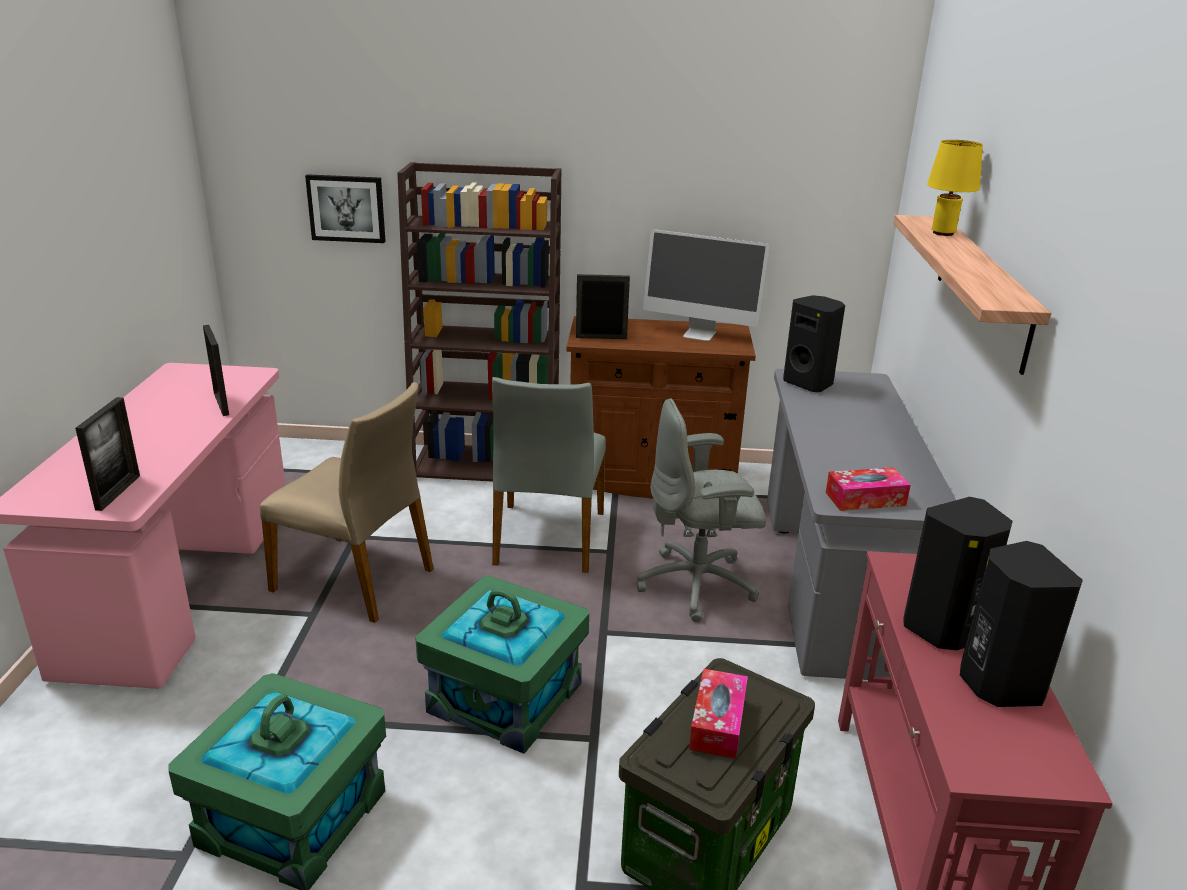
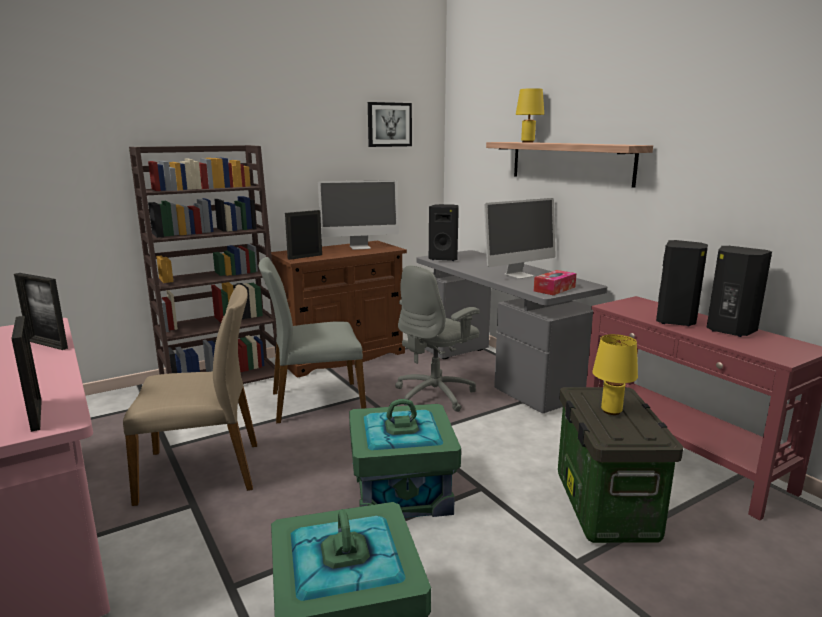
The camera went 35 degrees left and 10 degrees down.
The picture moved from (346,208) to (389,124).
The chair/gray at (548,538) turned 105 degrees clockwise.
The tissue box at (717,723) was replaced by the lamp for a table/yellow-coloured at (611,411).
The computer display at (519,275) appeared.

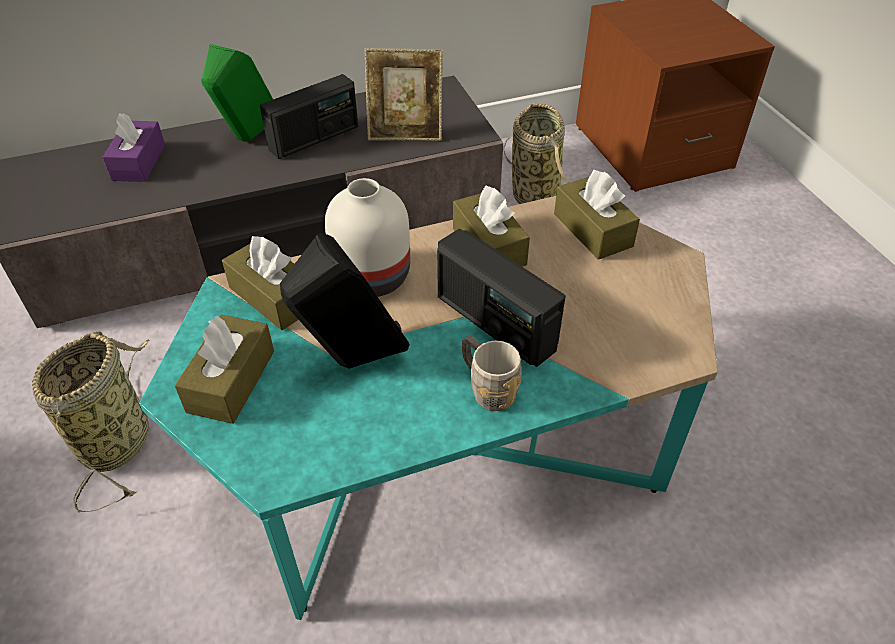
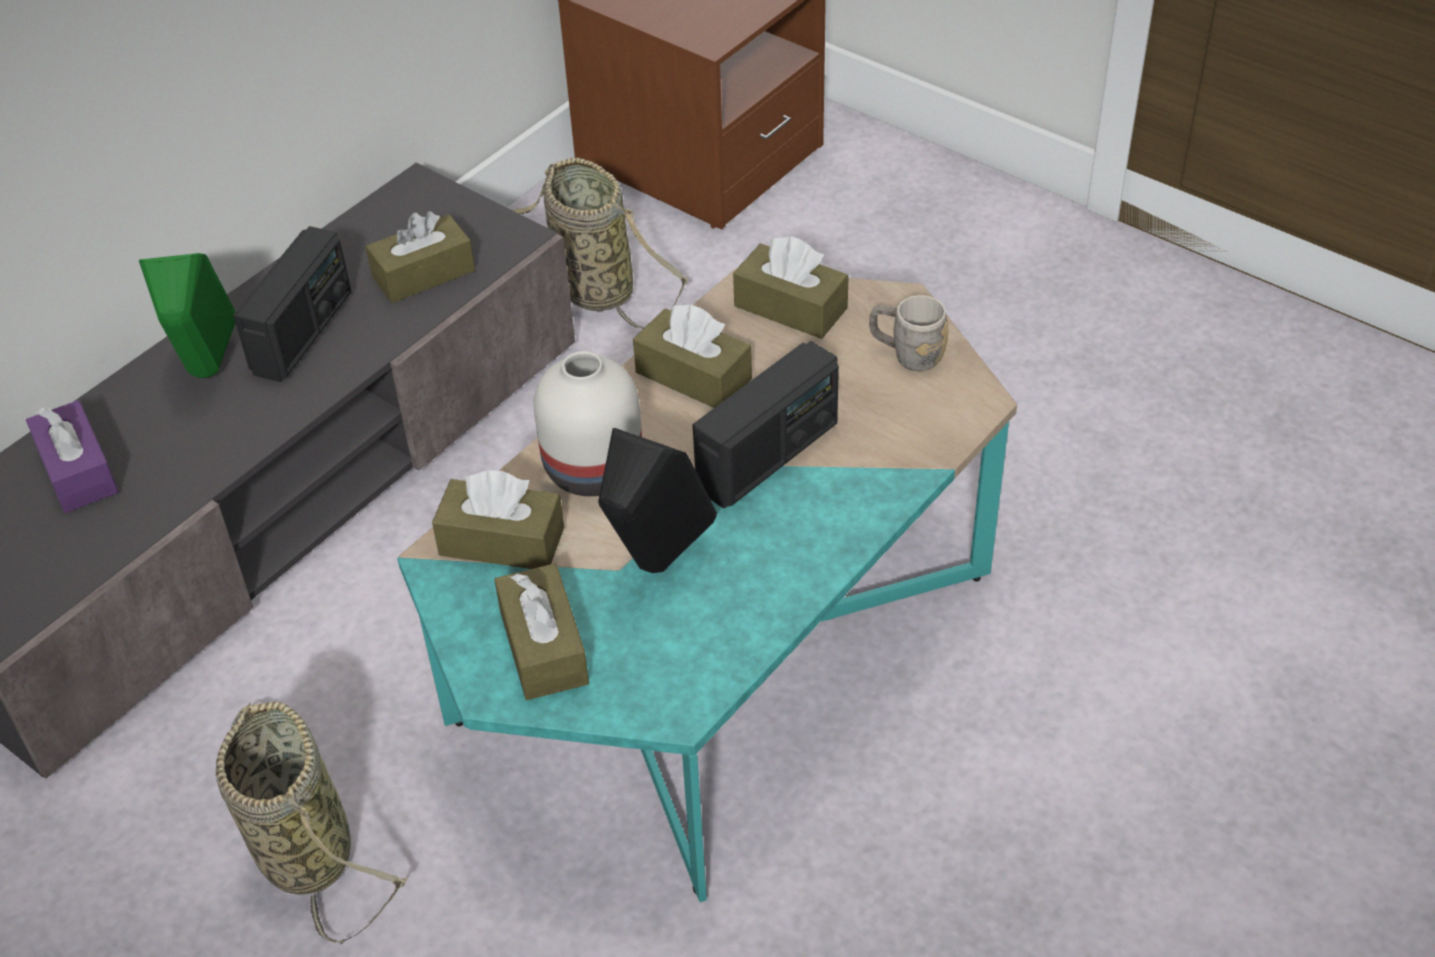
The camera went 30 degrees left and 0 degrees up.
The standing frame at (405,133) was replaced by the tissue box/brown-coloured at (423,274).
The radio at (495,323) turned 60 degrees counterclockwise.
The mug/gray moved from (487,389) to (907,355).

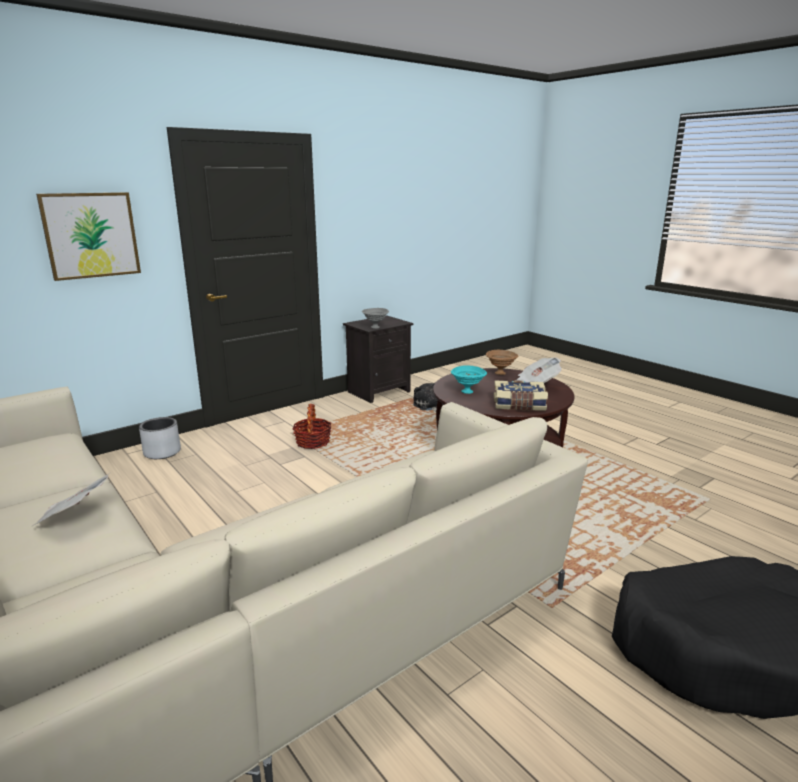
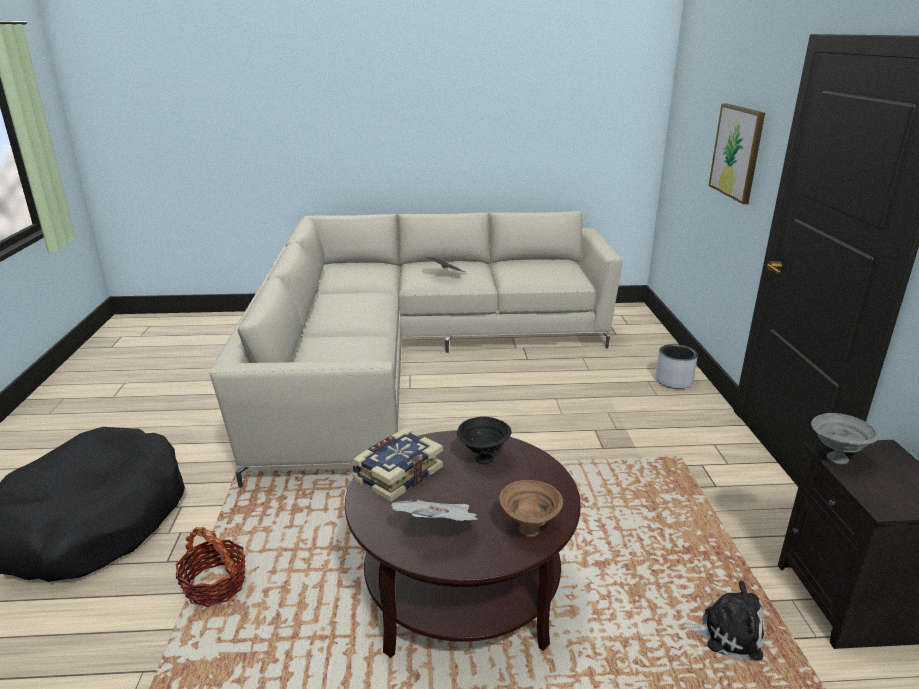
The camera went 125 degrees right and 5 degrees up.
The deep dish/blue-green at (468,392) became the deep dish/black at (483,460).
The storage basket moved from (313,442) to (215,585).

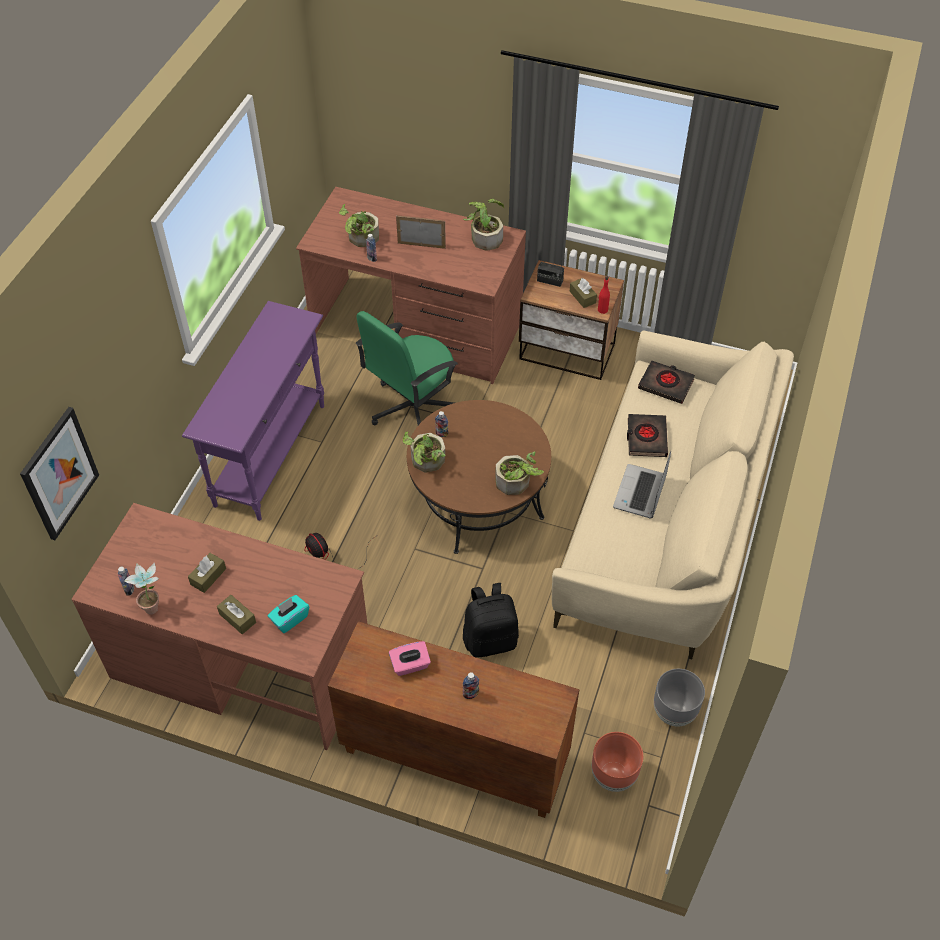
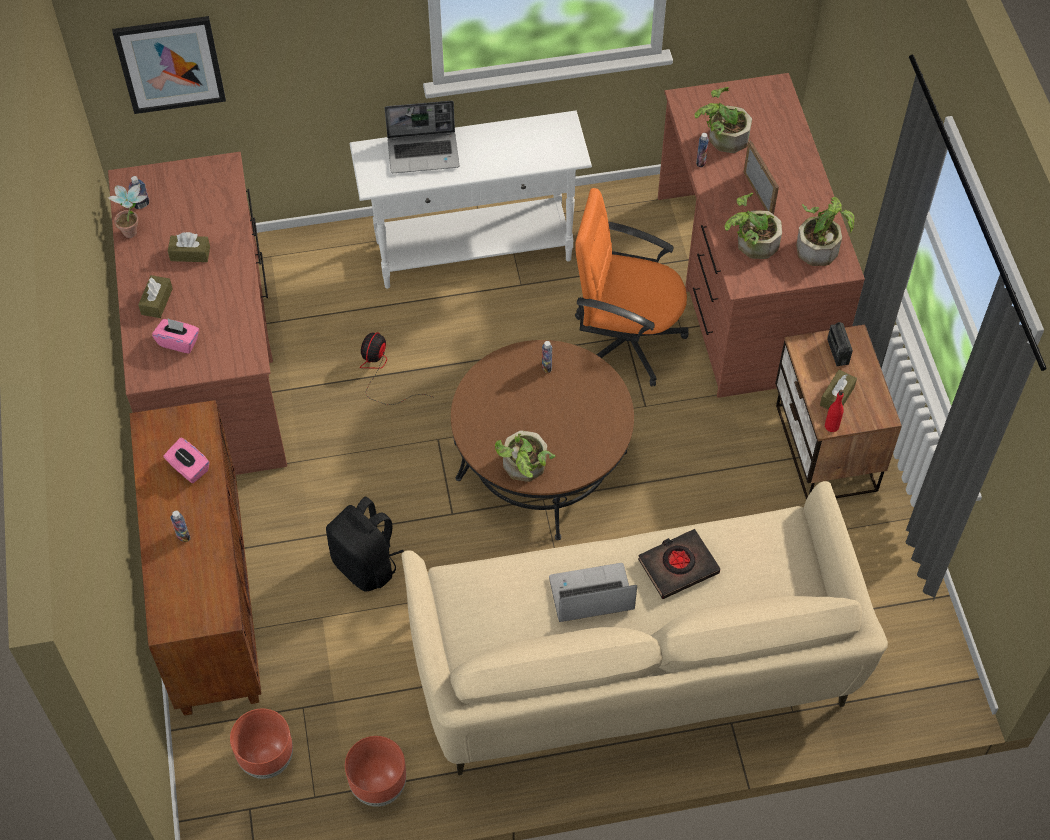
The camera went 60 degrees right and 5 degrees up.
The hall table/purple at (271,454) became the hall table/white at (474,251).
The desk chair/greenish at (412,408) became the desk chair/orange at (625,340).
The volume/black at (666,384) disappeared.
The potted plant moved from (425,463) to (751,243).
The tissue box/blue-green at (290,619) became the tissue box/pinkish at (178,342).
The plant pot/gray at (674,712) became the plant pot/brown-coloured at (378,786).
The notebook computer at (424,153) appeared.

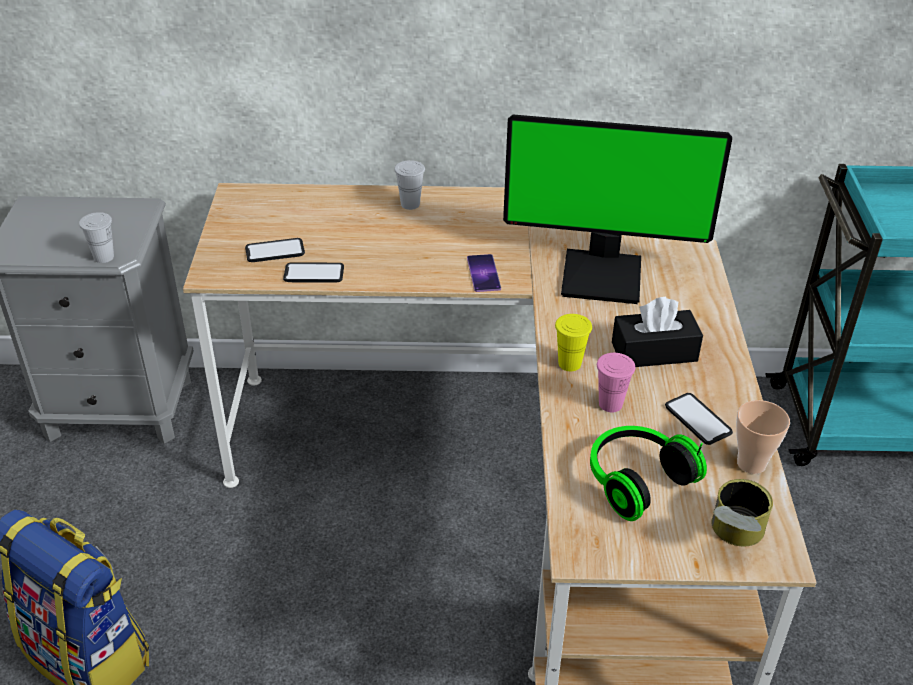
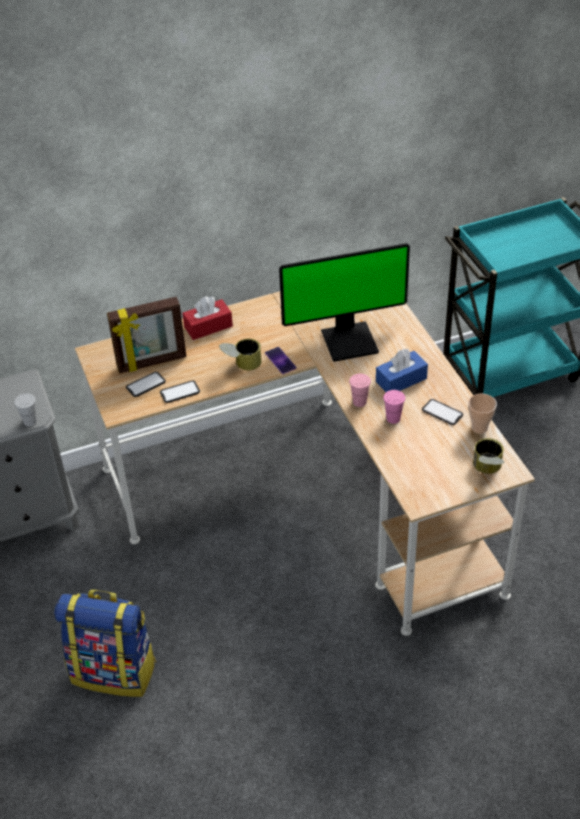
The camera went 20 degrees left and 5 degrees up.
The drinking cup/white at (410,204) was replaced by the tissue box/red-coloured at (208,326).
The tissue box/black at (654,352) became the tissue box/bluish at (401,380).
The drinking cup/yellow-coloured at (569,363) became the drinking cup/pinkish at (359,402).
The headset at (635,480) disappeared.
The standing frame at (152,363) appeared.
The metal can at (241,364) appeared.

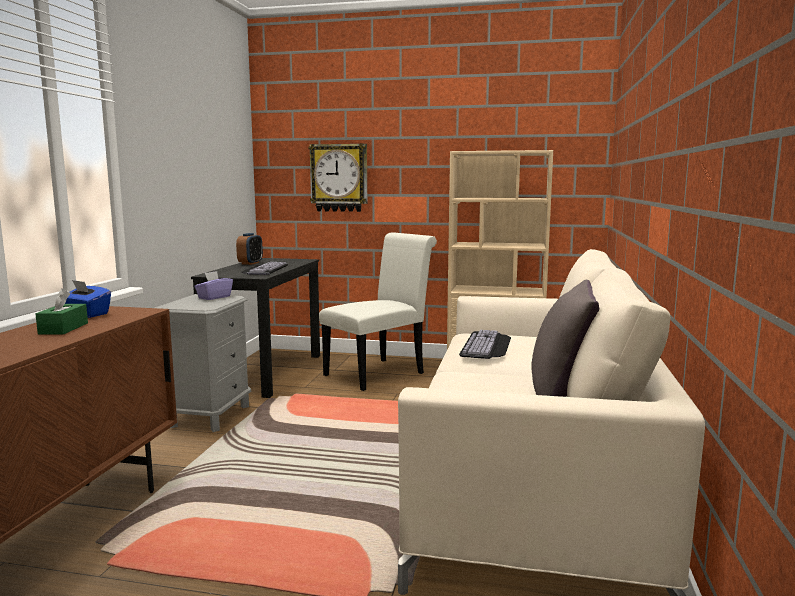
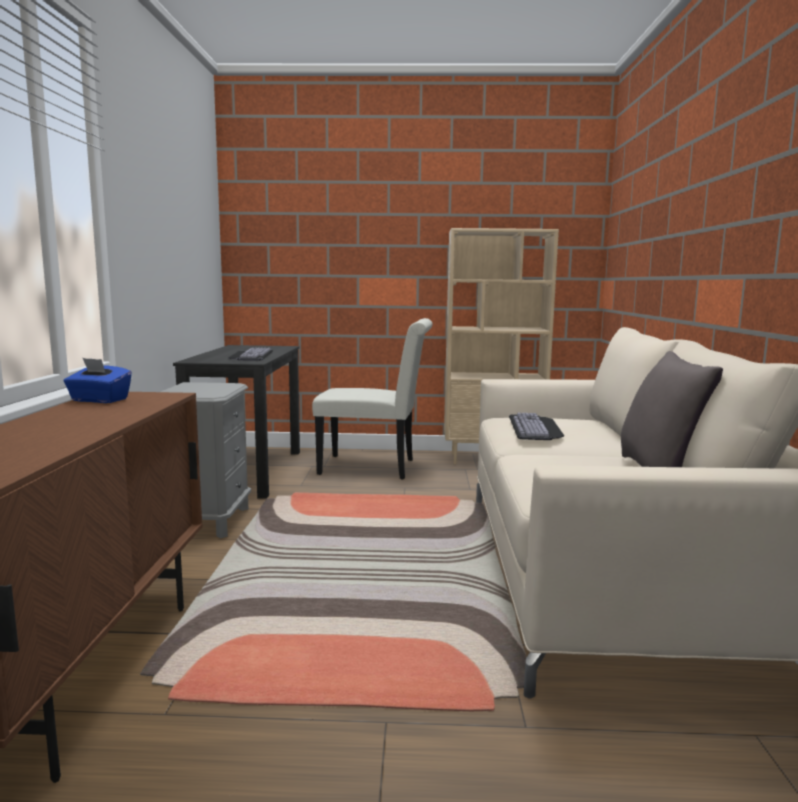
The camera went 10 degrees left and 0 degrees up.
The clock on the wall at (339,178) disappeared.
The chair/white at (379,373) turned 60 degrees clockwise.
The table clock at (250,263) disappeared.
The tissue box/purple at (214,297) disappeared.
The tissue box/greenish at (63,328) disappeared.

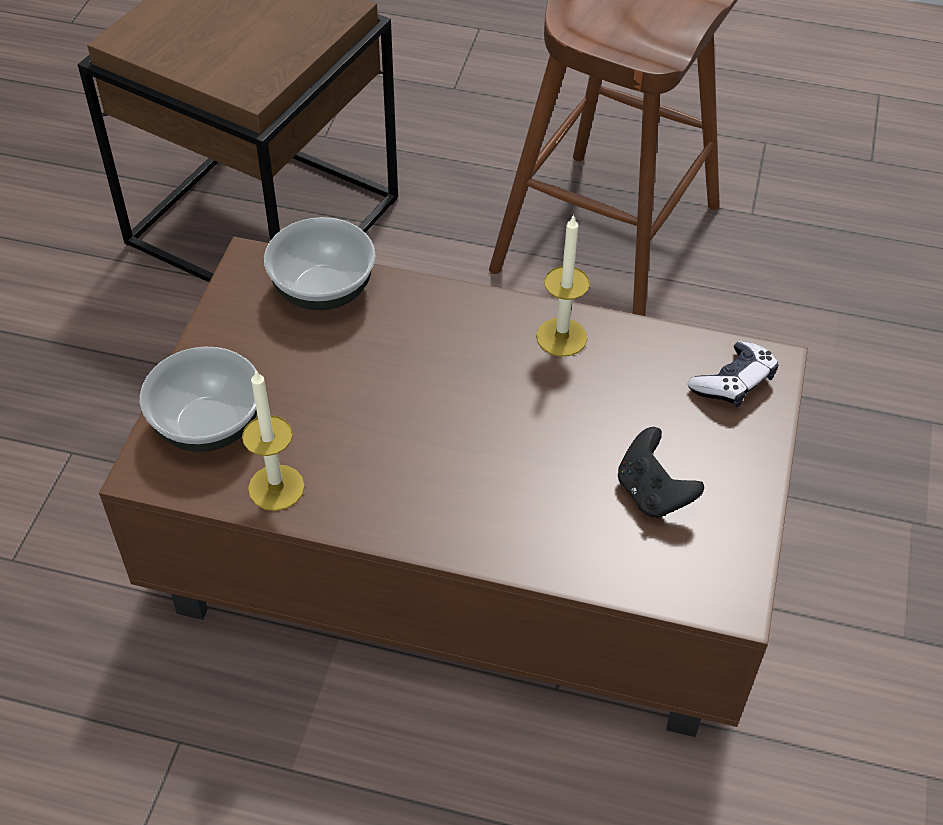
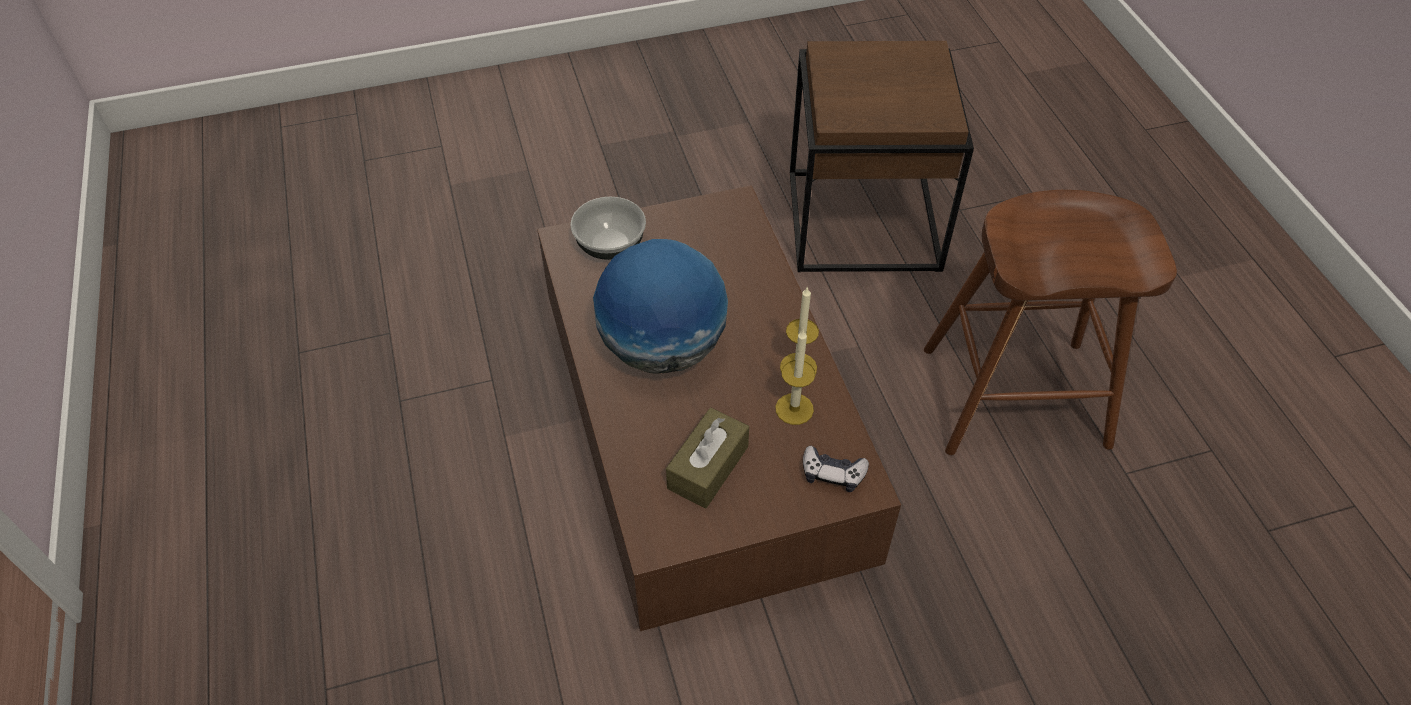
The camera went 60 degrees right and 0 degrees up.
The deep dish at (322,289) disappeared.
The wax candle moved from (276,487) to (794,409).
The joypad/black at (652,493) was replaced by the tissue box/brown-coloured at (708,467).
The world globe at (663,348) appeared.

